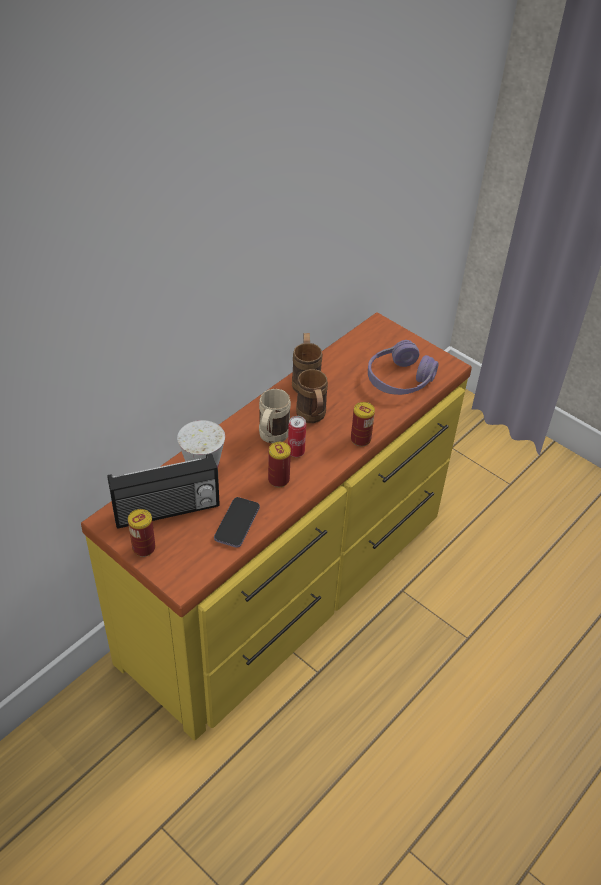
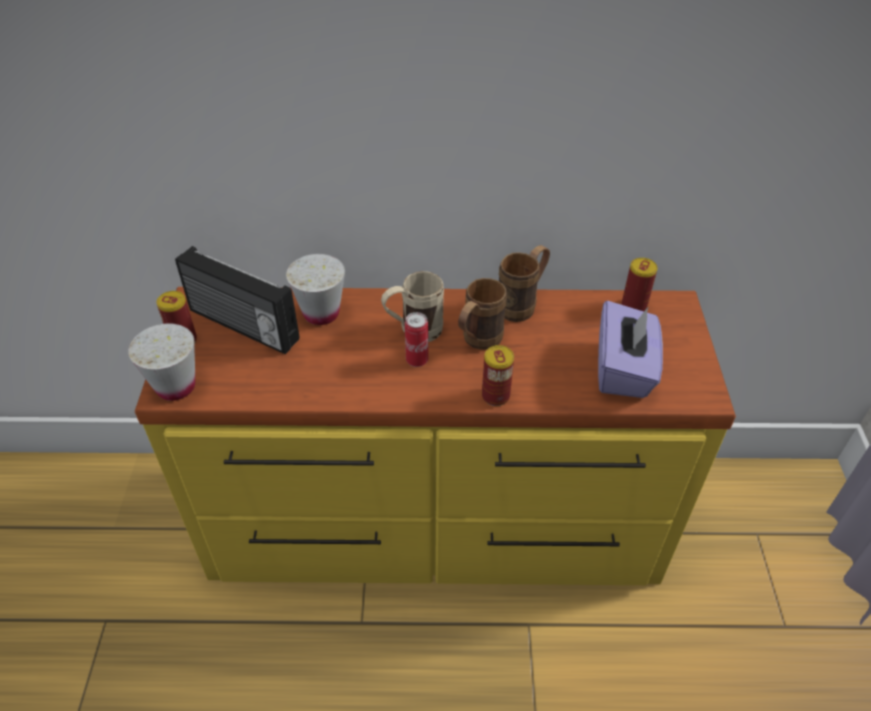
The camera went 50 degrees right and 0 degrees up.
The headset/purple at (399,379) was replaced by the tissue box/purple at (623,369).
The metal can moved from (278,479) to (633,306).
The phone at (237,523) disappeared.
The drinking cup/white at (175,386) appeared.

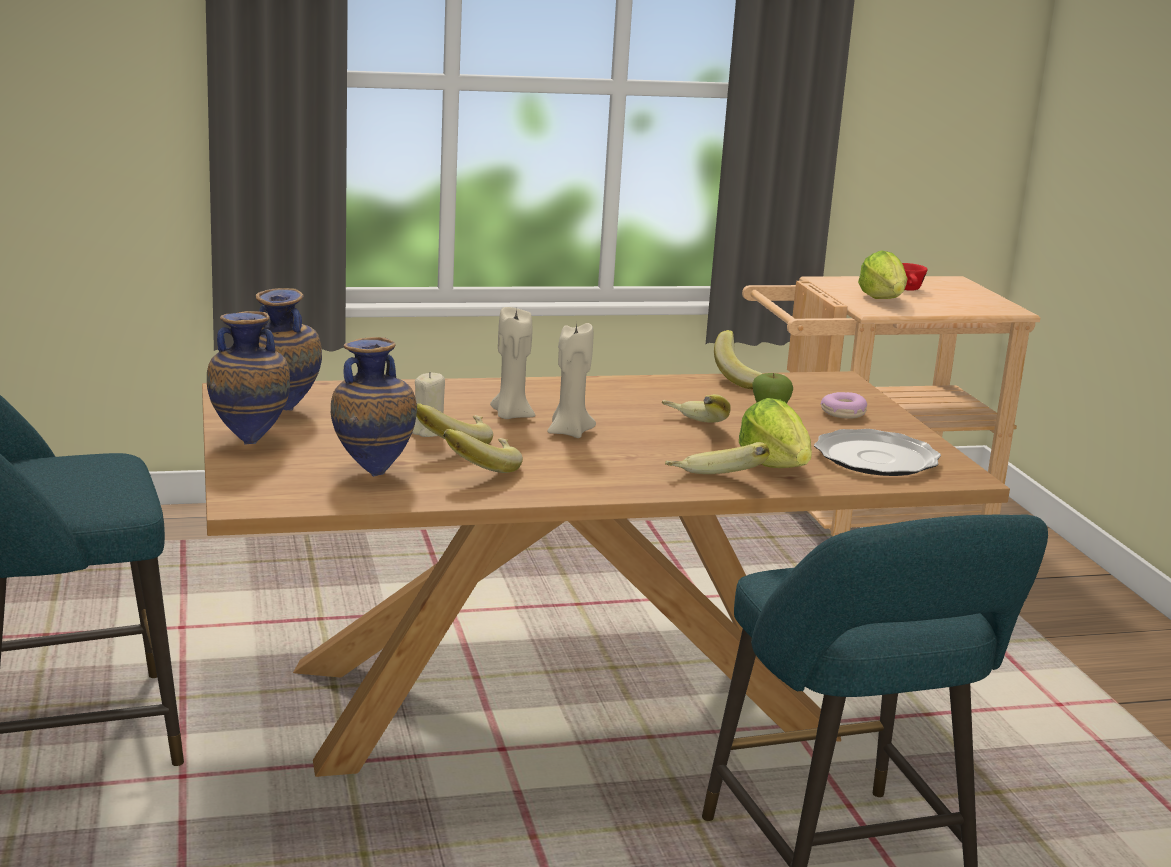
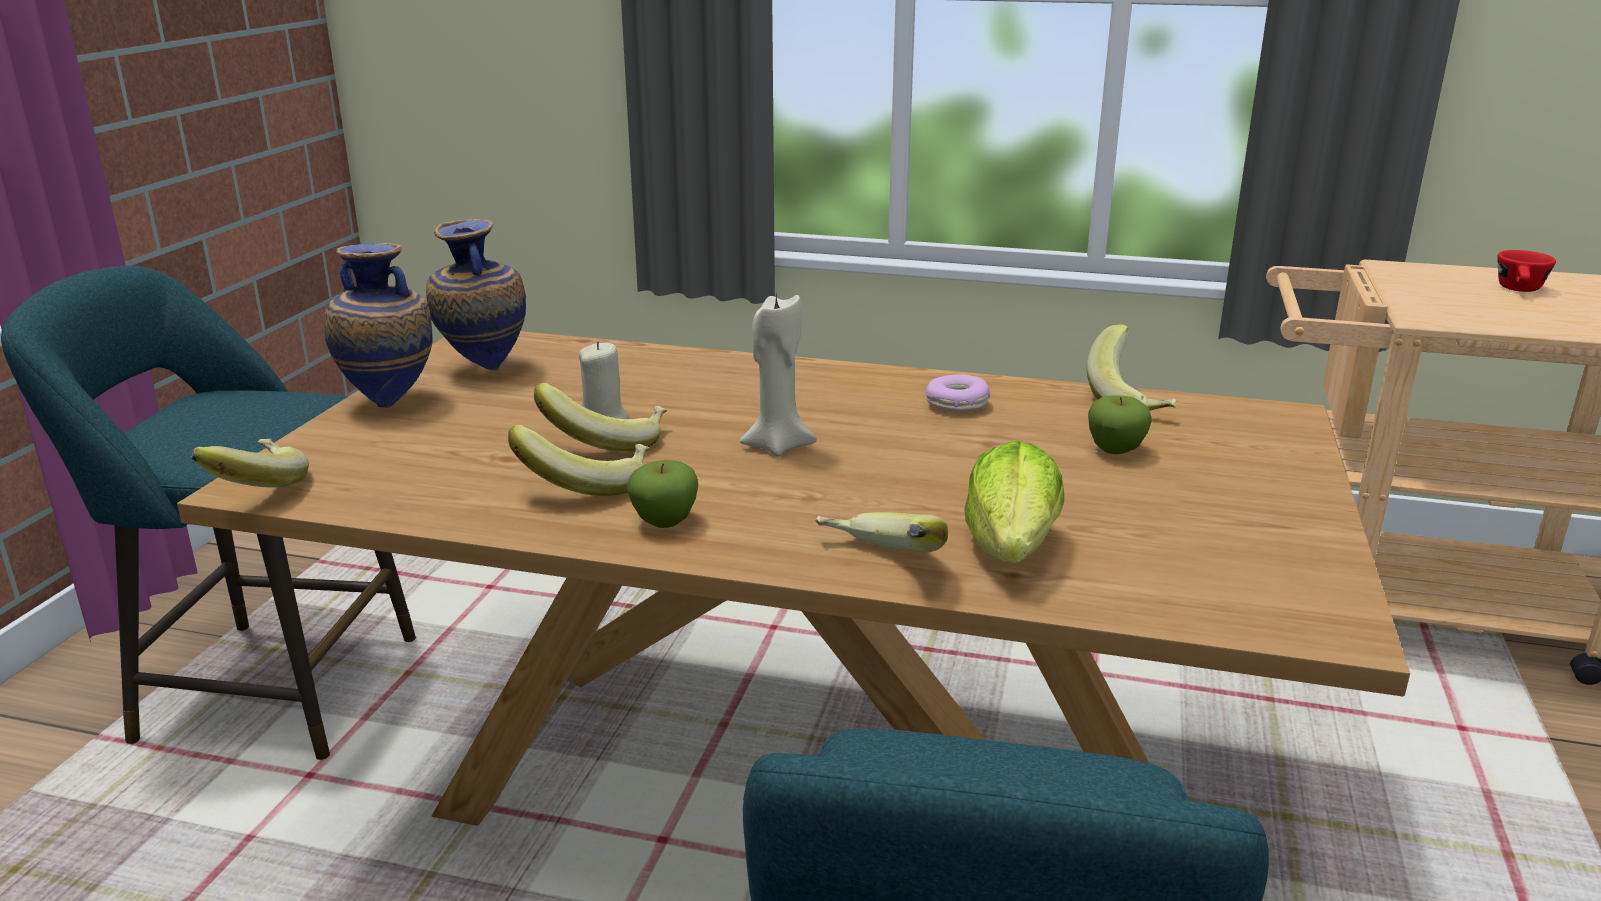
The camera went 30 degrees right and 5 degrees up.
The lettuce at (883,299) disappeared.
The wax candle/beige-coloured at (510,416) disappeared.
The vase at (372,472) disappeared.
The ring doughnut moved from (843,413) to (956,404).
The banana fruit moved from (691,427) to (254,488).
The plate at (875,458) disappeared.
The apple at (664,522) appeared.

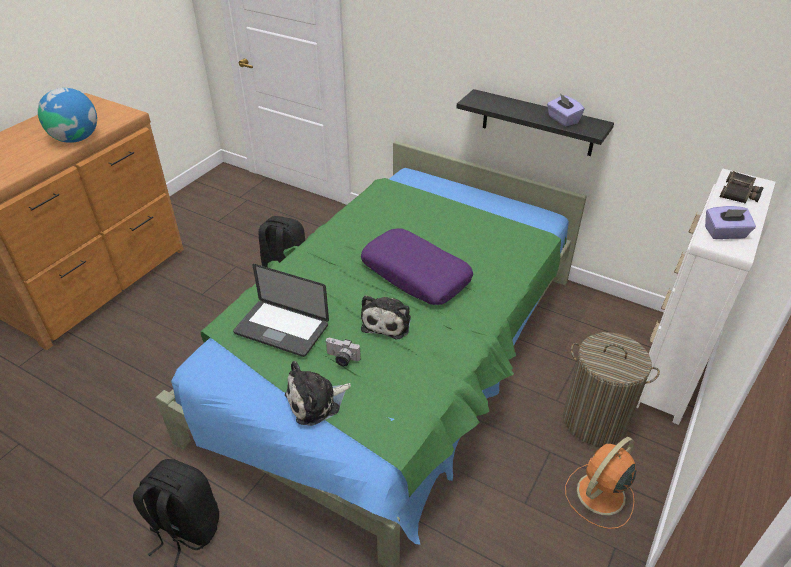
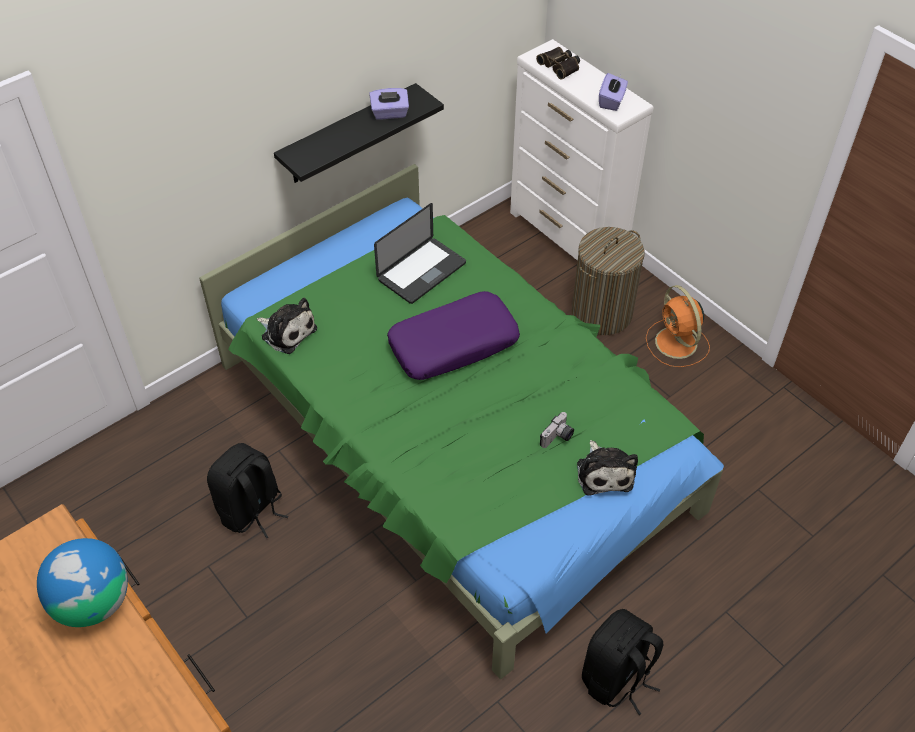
The camera went 70 degrees left and 10 degrees up.
The notebook computer moved from (281,329) to (422,272).
The plush toy moved from (388,322) to (287,331).

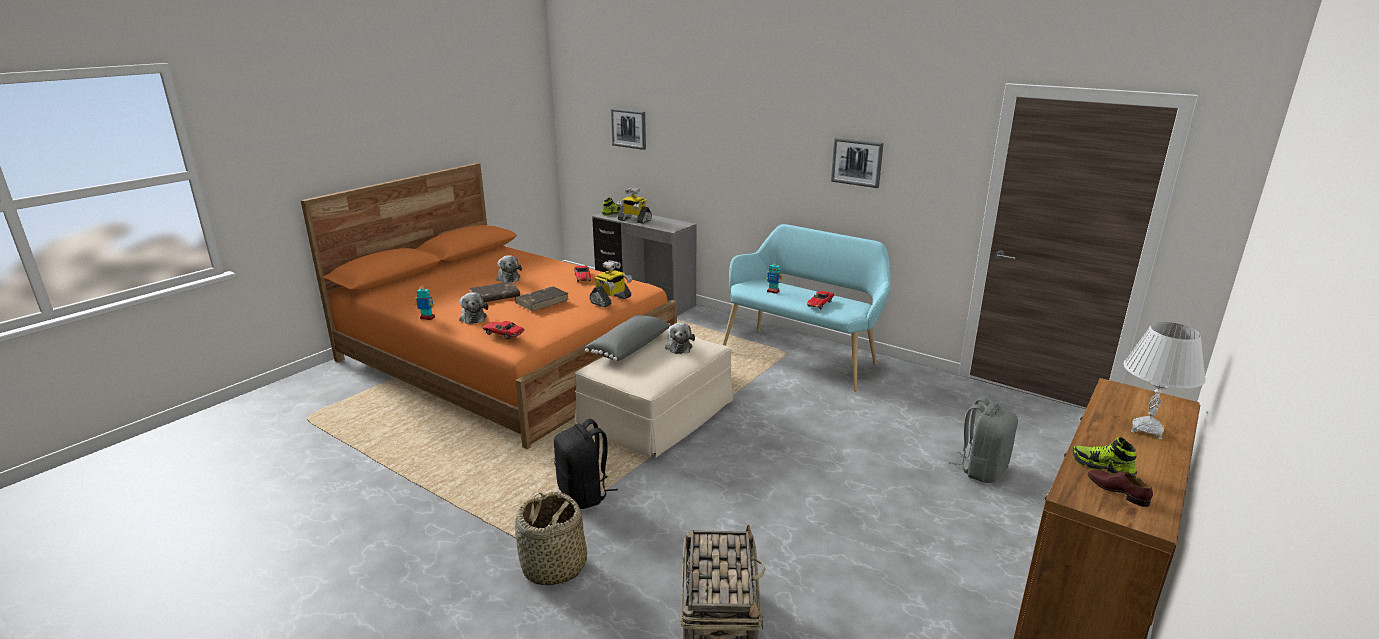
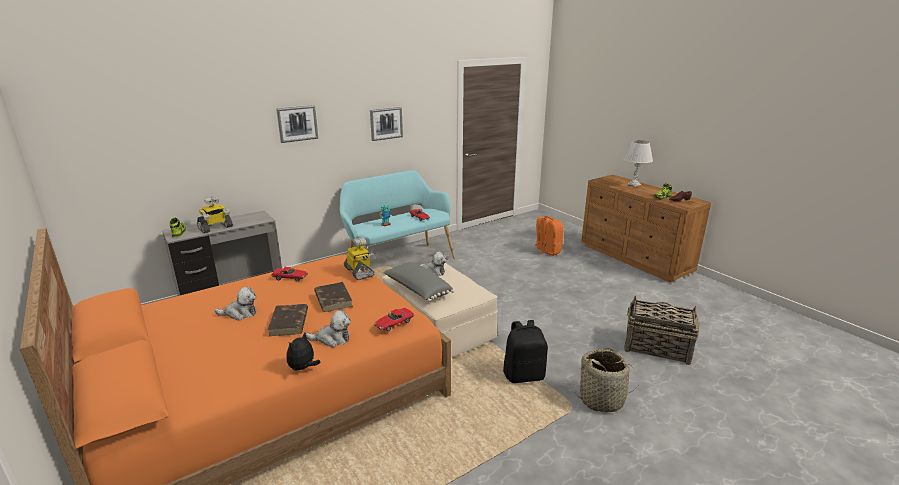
The camera went 70 degrees left and 0 degrees up.
The picture moved from (629,128) to (297,123).
The toy robot at (427,318) was replaced by the plush toy at (303,368).
The knapsack/gray at (982,469) became the knapsack/orange at (546,251).

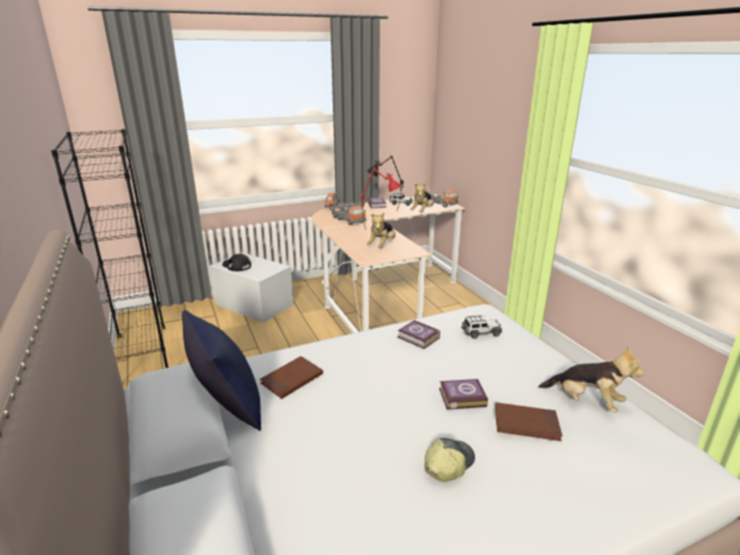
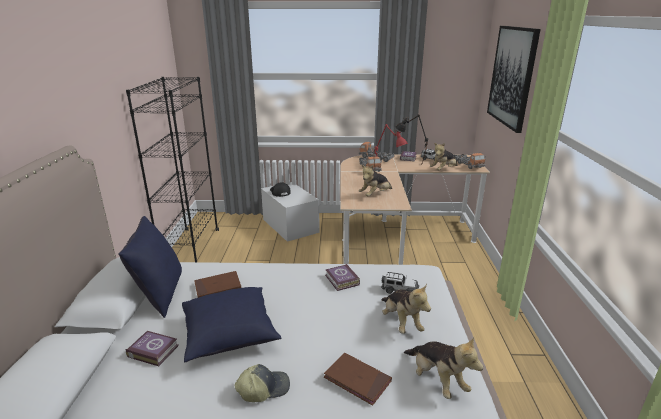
The camera went 25 degrees right and 0 degrees up.
The volume moved from (461,397) to (153,350).
The picture at (512,76) appeared.
The plush toy at (401,322) appeared.
The pillow/bluish at (230,335) appeared.

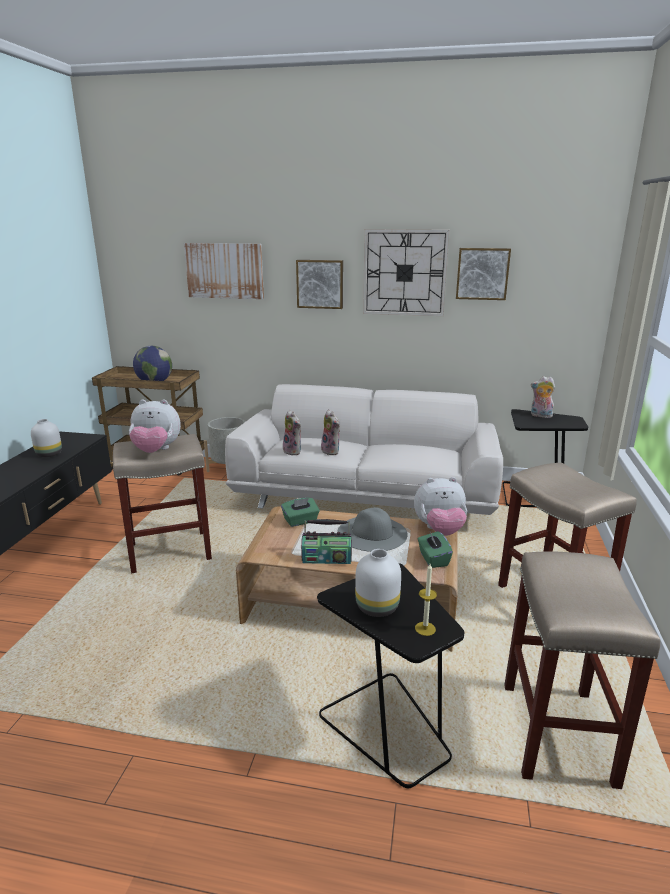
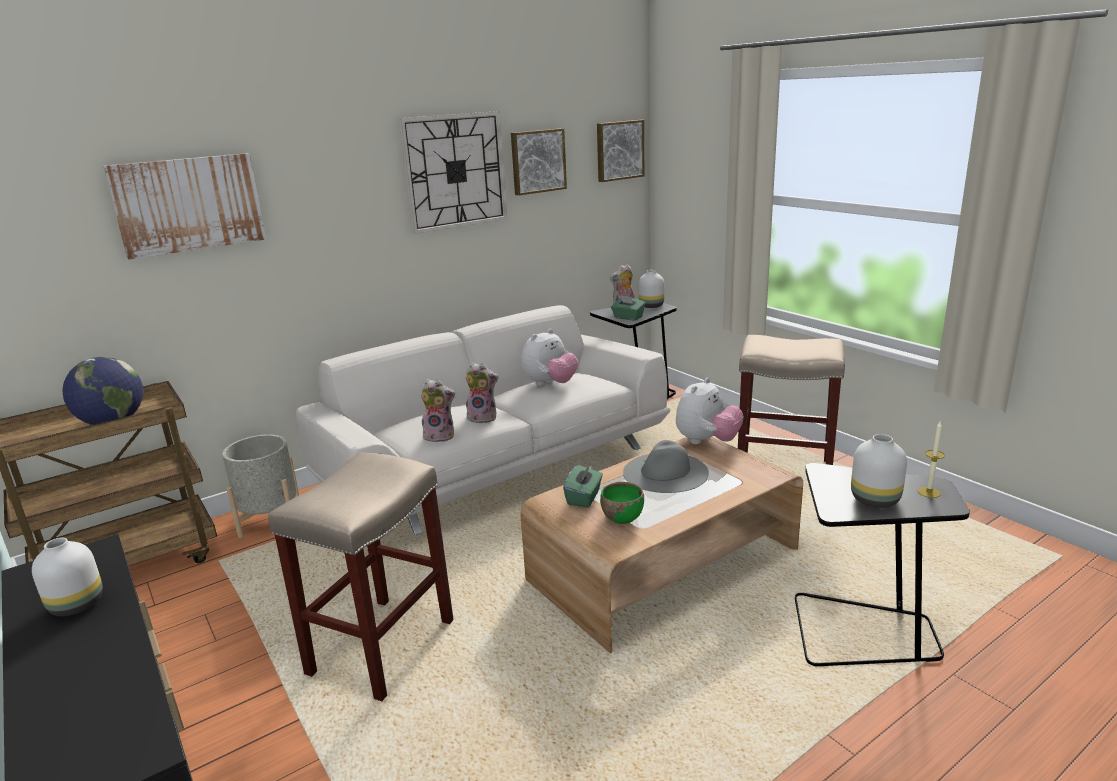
The camera went 45 degrees left and 0 degrees up.
The picture moved from (320,284) to (619,150).
The plush toy moved from (156,451) to (550,384).
The radio at (326,558) disappeared.
The tissue box/greenish moved from (433,559) to (628,317).
The sitting stool/beige-coloured at (558,735) disappeared.
The vase/white at (652,306) appeared.
The deep dish/greenish at (622,517) appeared.

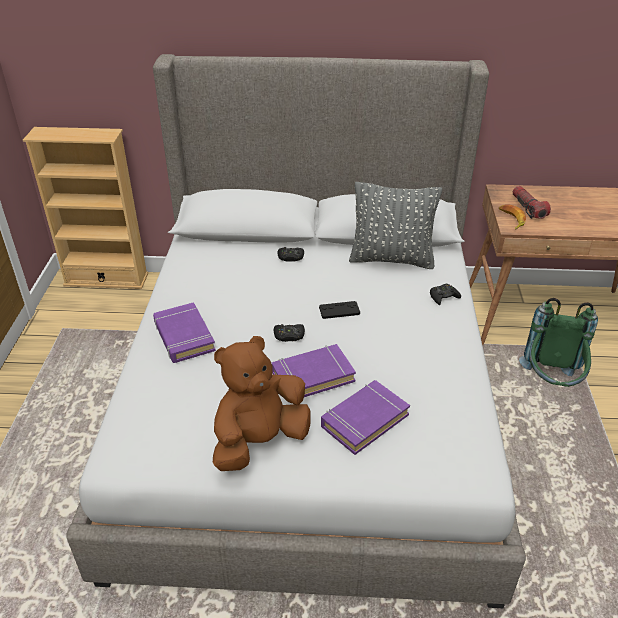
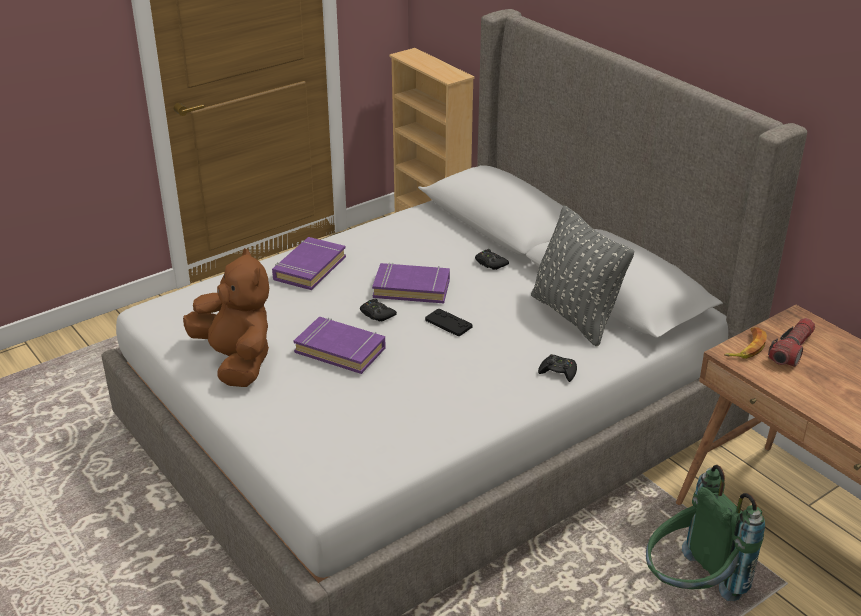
The camera went 50 degrees right and 5 degrees down.
The plush toy/brown-coloured at (259,441) turned 45 degrees clockwise.
The volume/purple moved from (364,420) to (411,288).

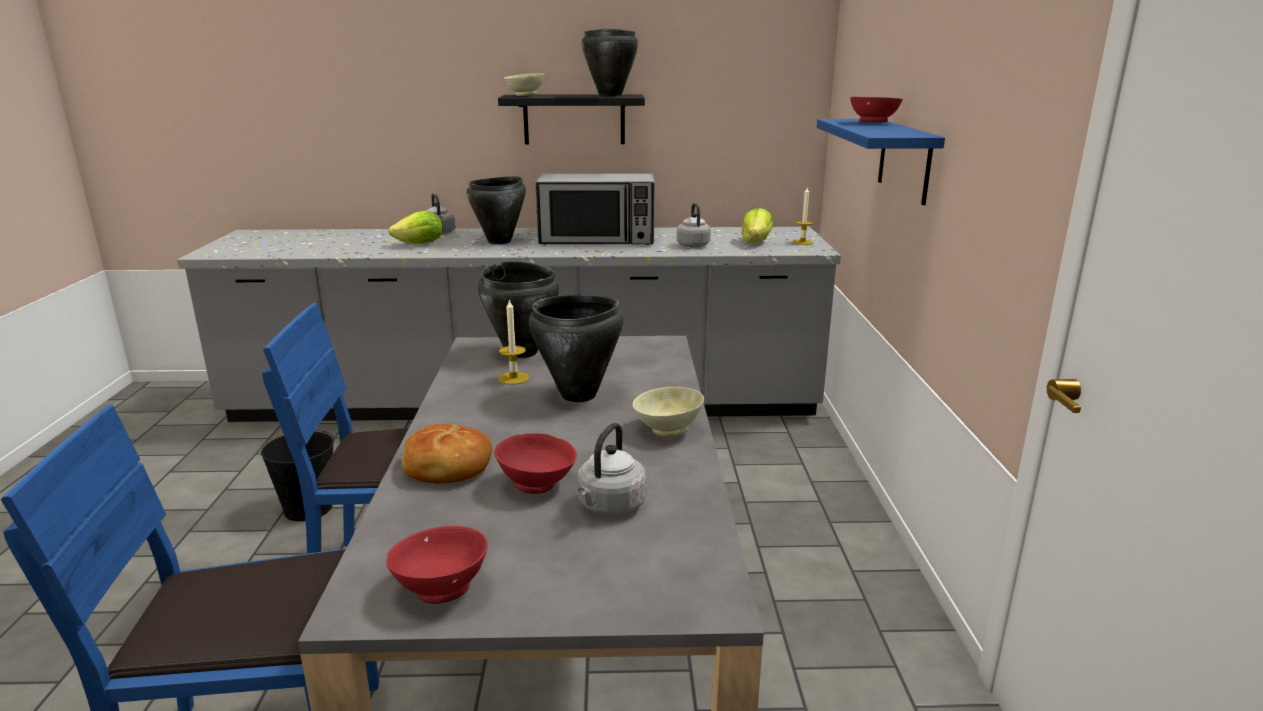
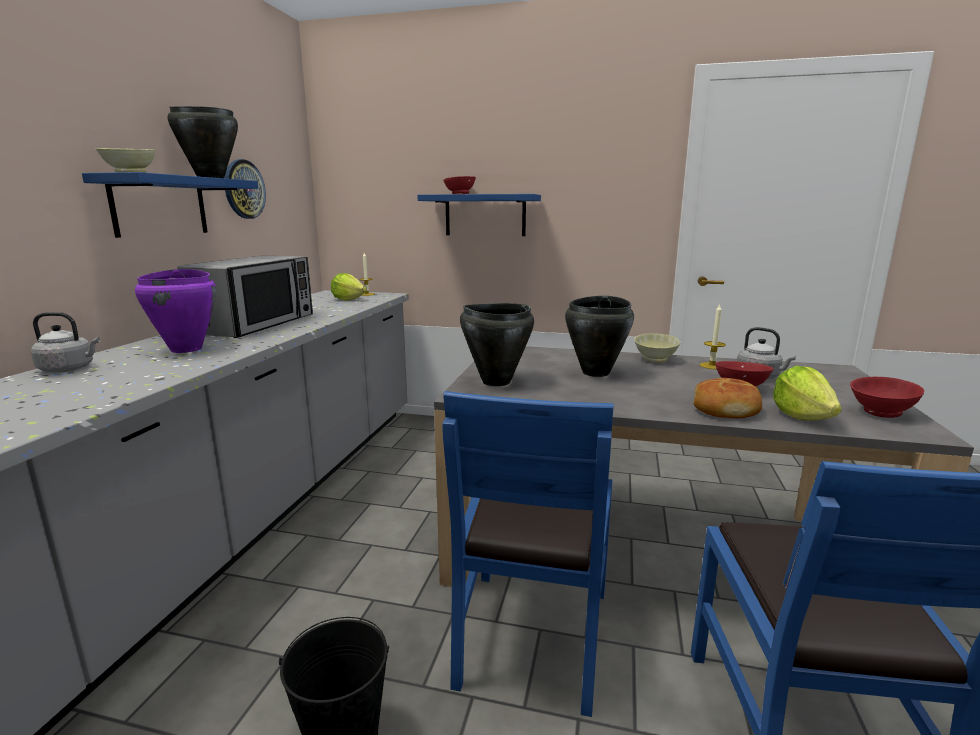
The camera went 75 degrees left and 5 degrees down.
The wall shelf/black at (574,119) became the wall shelf/bluish at (160,206).
The cooking pot/black at (500,241) became the cooking pot/purple at (187,349).
The tea kettle/gray at (692,245) disappeared.
The lettuce moved from (420,244) to (802,416).
The wax candle moved from (514,378) to (712,366).
The clock on the wall at (244,189) appeared.

